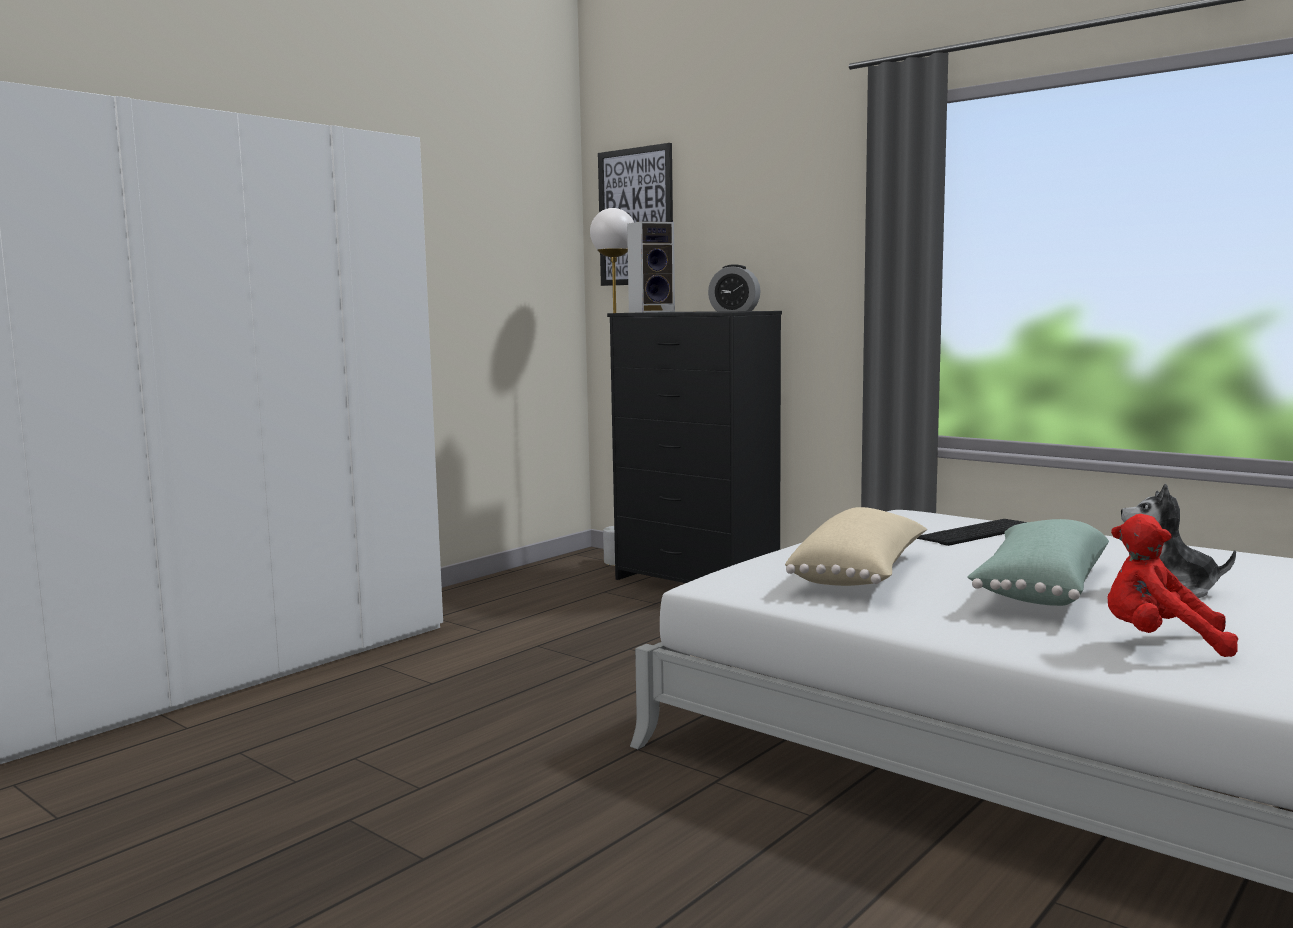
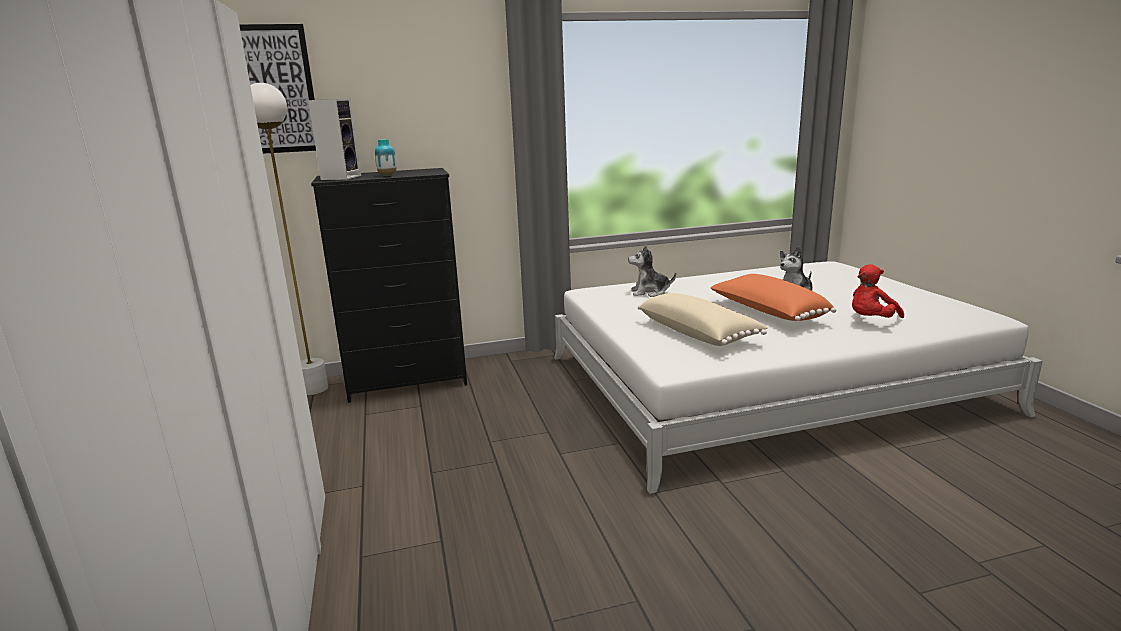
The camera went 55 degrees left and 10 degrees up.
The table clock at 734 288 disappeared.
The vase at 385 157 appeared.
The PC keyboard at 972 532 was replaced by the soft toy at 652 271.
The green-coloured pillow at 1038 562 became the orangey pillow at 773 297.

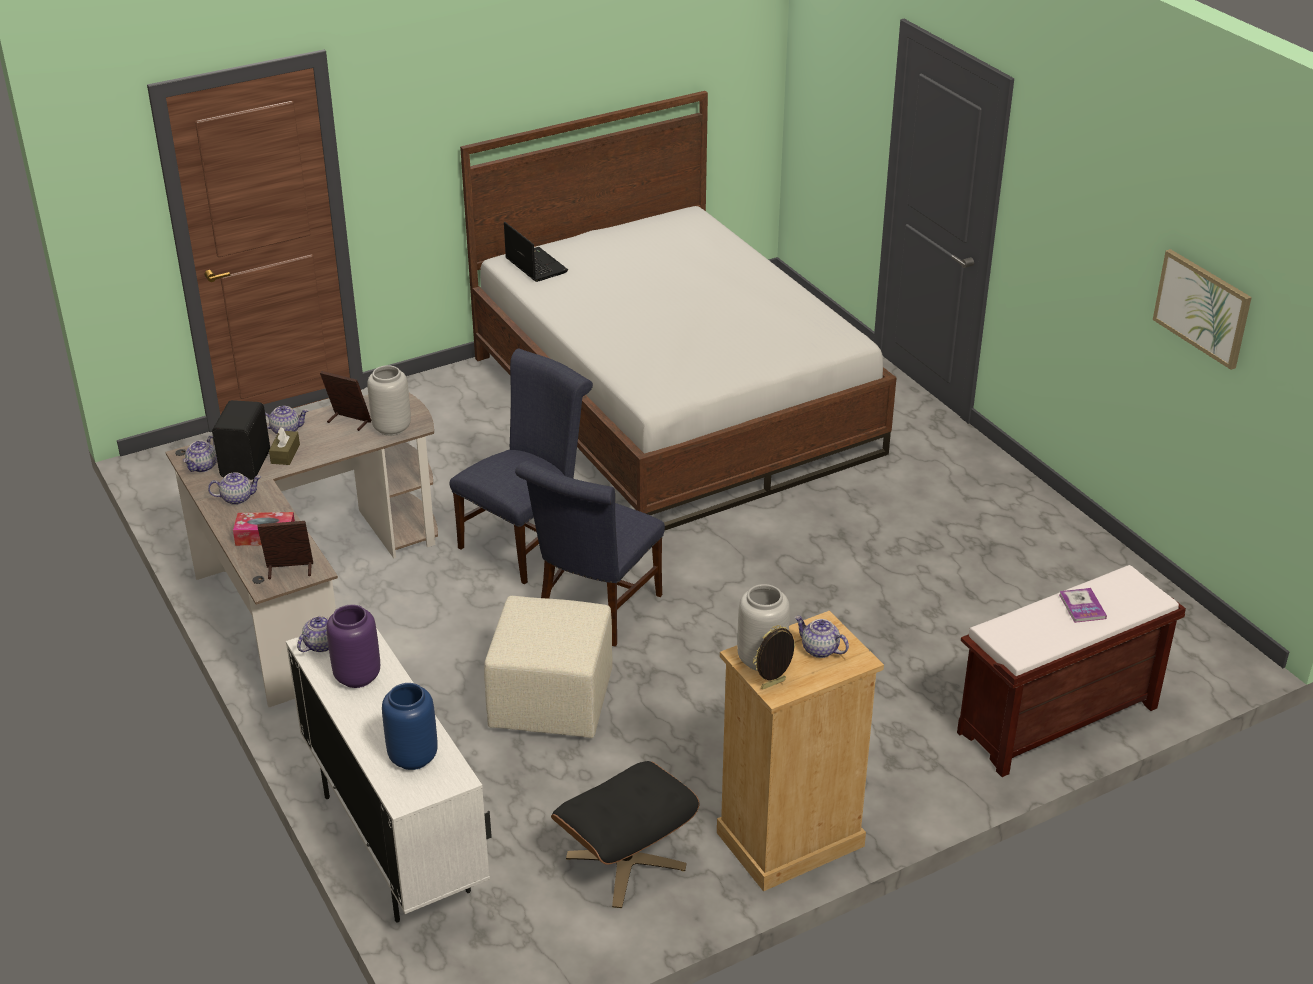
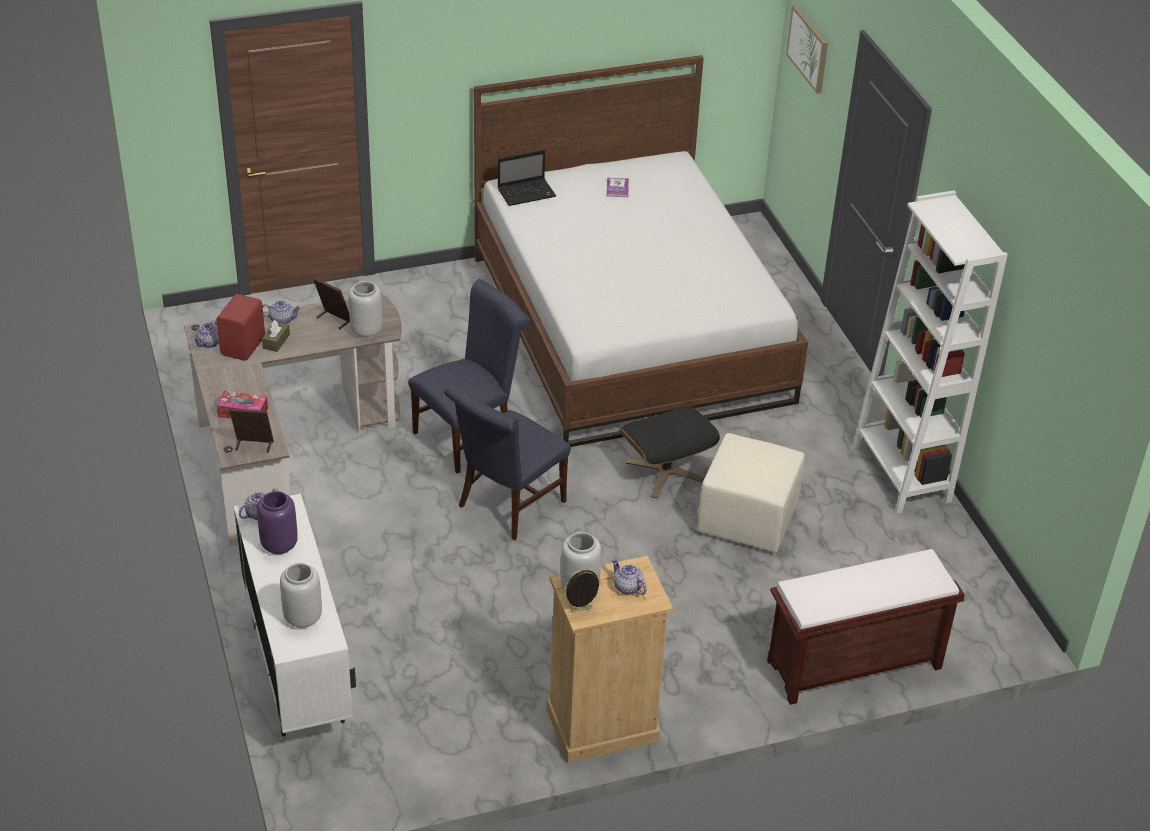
The camera went 10 degrees right and 5 degrees up.
The pot for tea at 234 488 disappeared.
The white bookcase at 930 352 appeared.
The beige-coloured pouffe moved from 548 667 to 751 493.
The black-coloured pouffe moved from 625 834 to 669 452.
The volume moved from 1083 605 to 617 187.
The picture moved from 1202 309 to 807 49.
The black-coloured loudspeaker at 241 440 became the reddish loudspeaker at 240 327.
The blue vase at 410 726 became the gray vase at 301 595.
The portable computer at 536 252 turned 90 degrees clockwise.

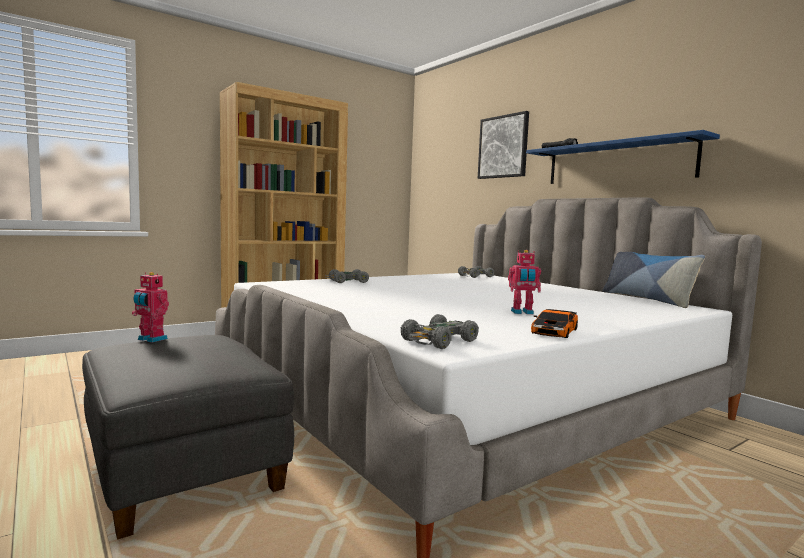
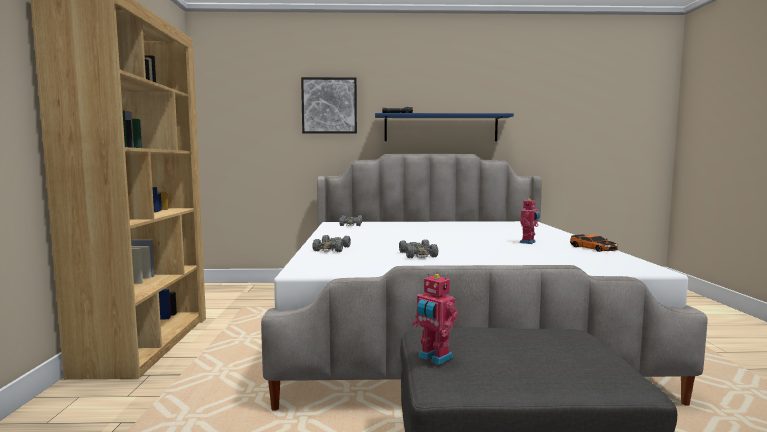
The camera went 55 degrees left and 0 degrees up.
The pillow at 653 280 disappeared.
The gray model car moved from 440 331 to 418 249.
The model robot at 150 307 turned 75 degrees clockwise.

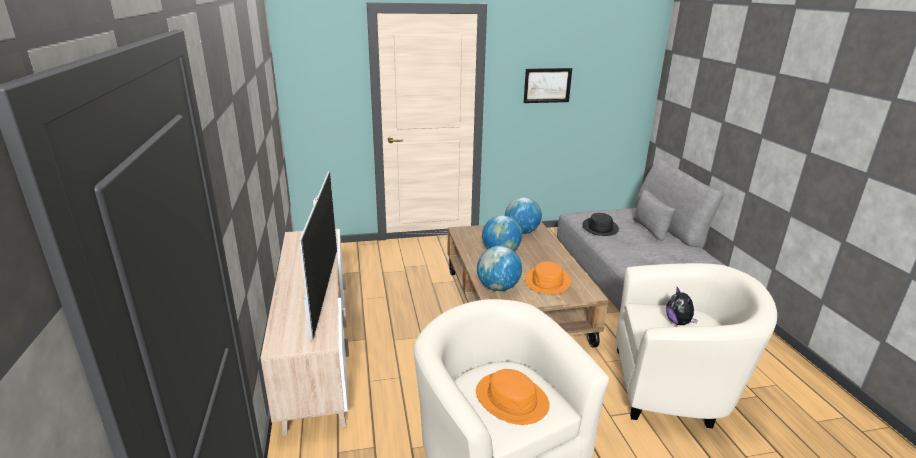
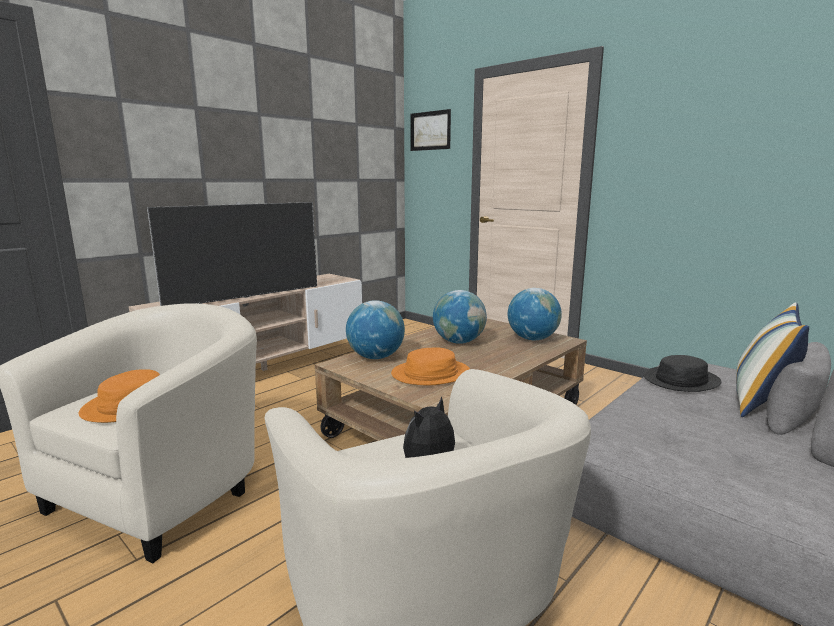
The camera went 55 degrees right and 10 degrees down.
The pillow at 772 359 appeared.
The picture moved from 548 85 to 430 130.

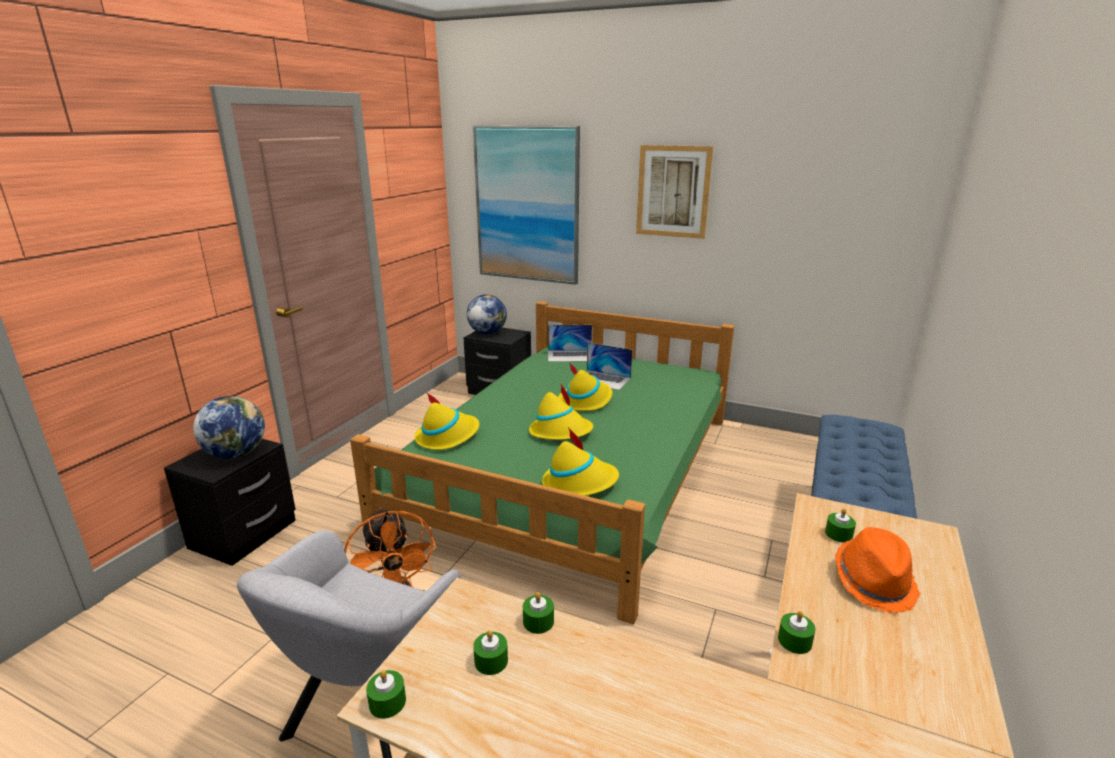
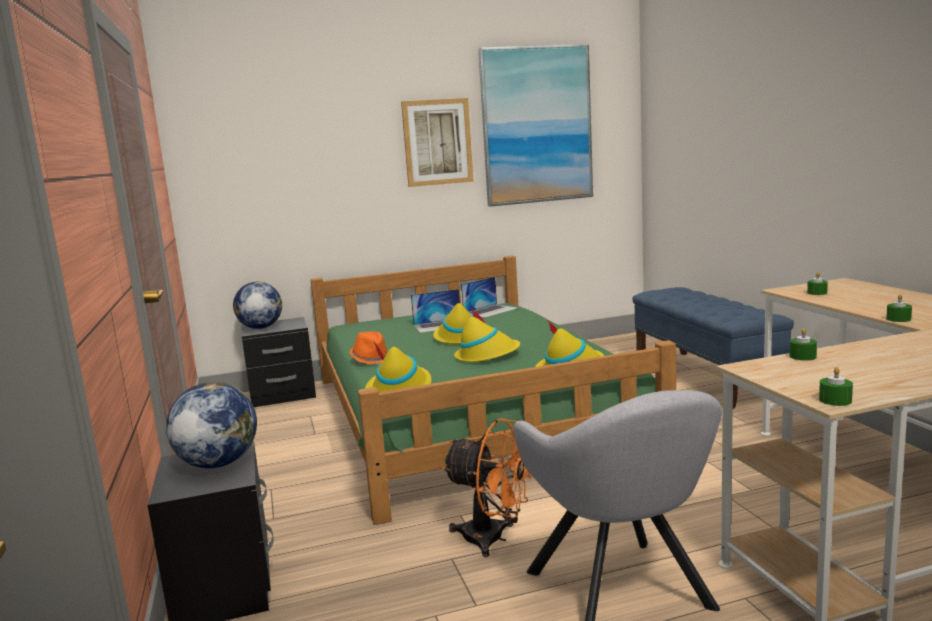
The camera went 40 degrees left and 10 degrees down.
The green-coloured wax candle at 490 652 disappeared.
The picture moved from 526 205 to 535 125.
The portable computer moved from 570 343 to 489 297.
The orangey wearable hat moved from 878 570 to 369 348.

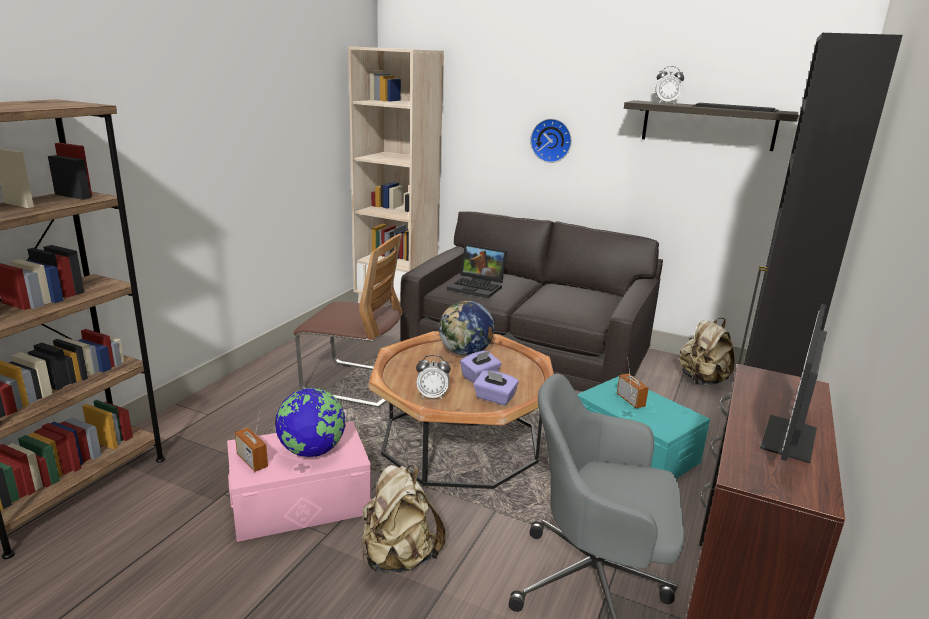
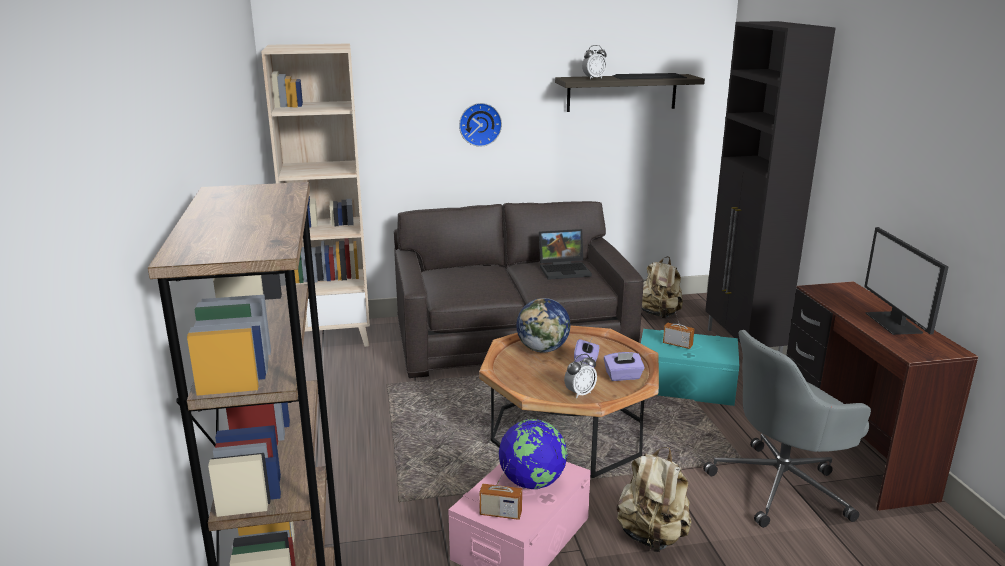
The camera went 35 degrees left and 0 degrees up.
The plain chair at 348 320 disappeared.
The portable computer moved from 477 271 to 565 254.

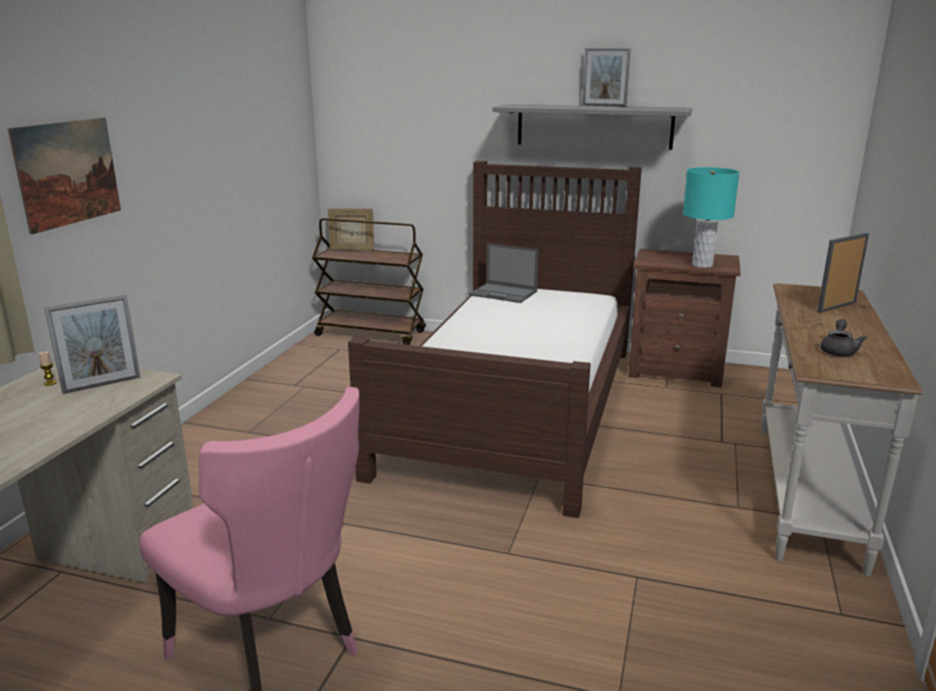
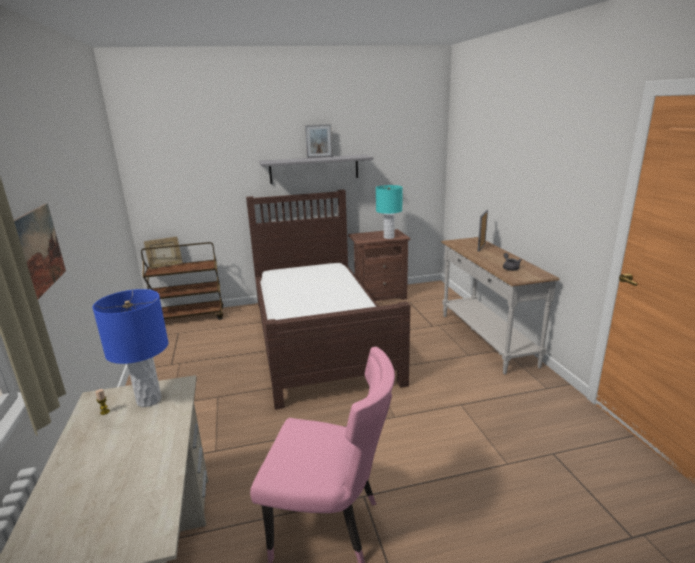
The camera went 30 degrees left and 0 degrees up.
The portable computer at 504 273 disappeared.
The standing frame at 92 344 was replaced by the blue tabletop lamp at 130 348.

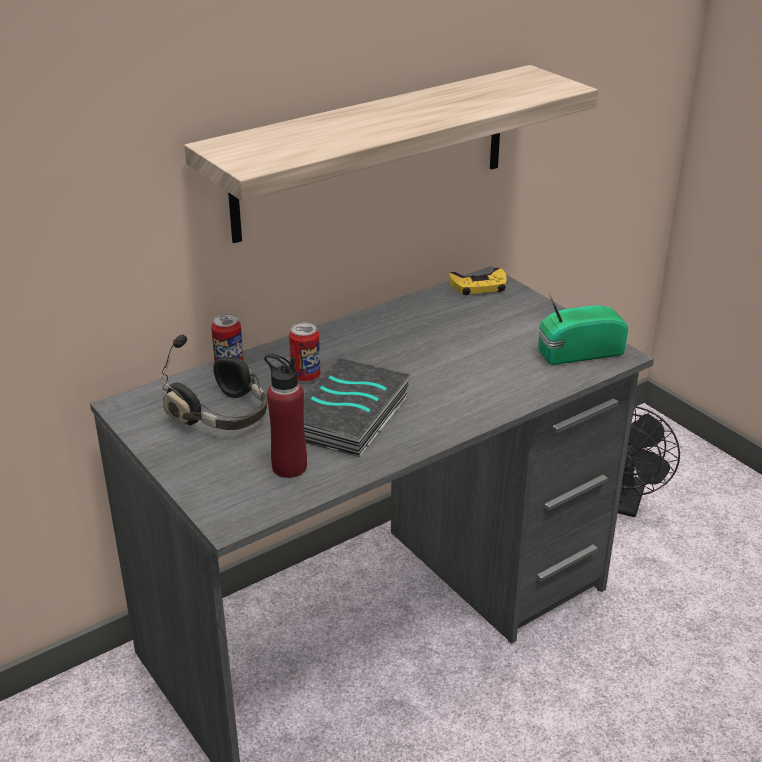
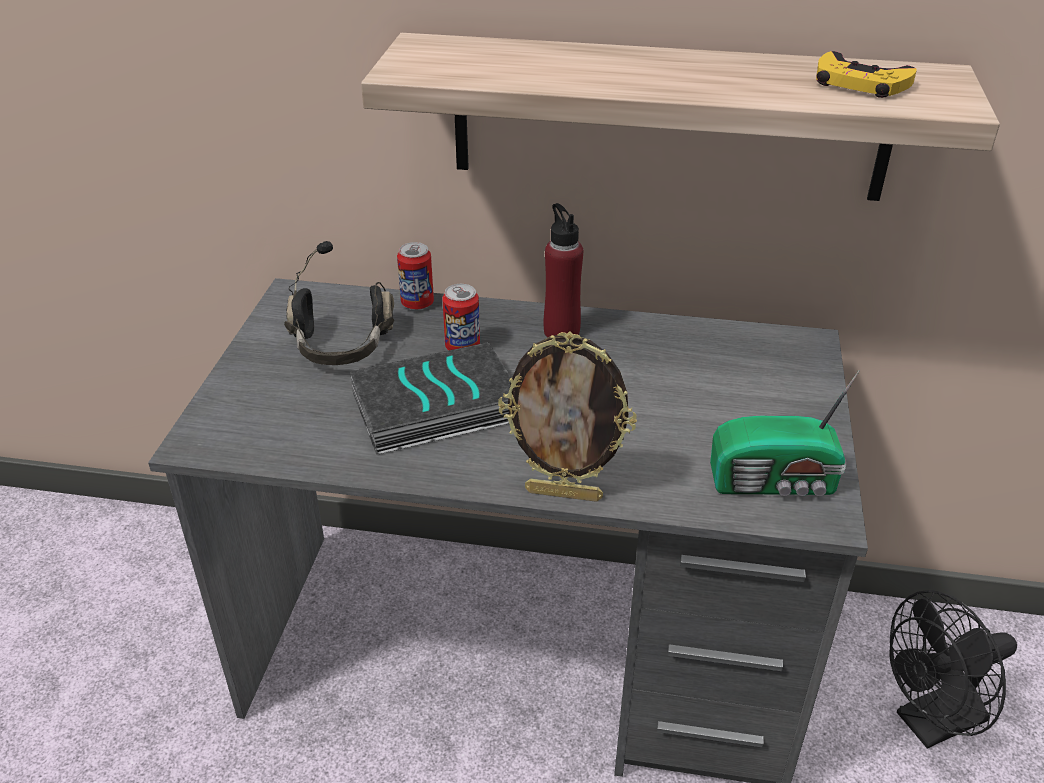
The camera went 45 degrees right and 5 degrees up.
The standing frame at 567 417 appeared.
The reddish beverage bottle moved from 285 416 to 563 270.
The yellow game controller moved from 478 281 to 866 74.
The radio receiver at 583 329 turned 150 degrees clockwise.

